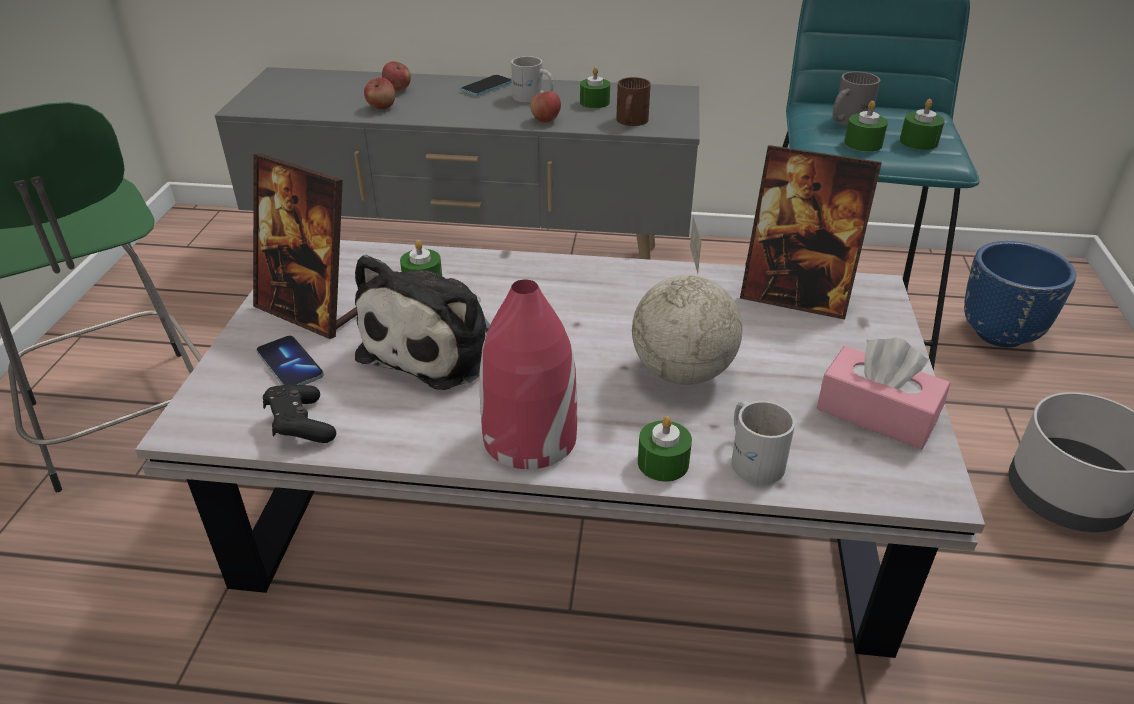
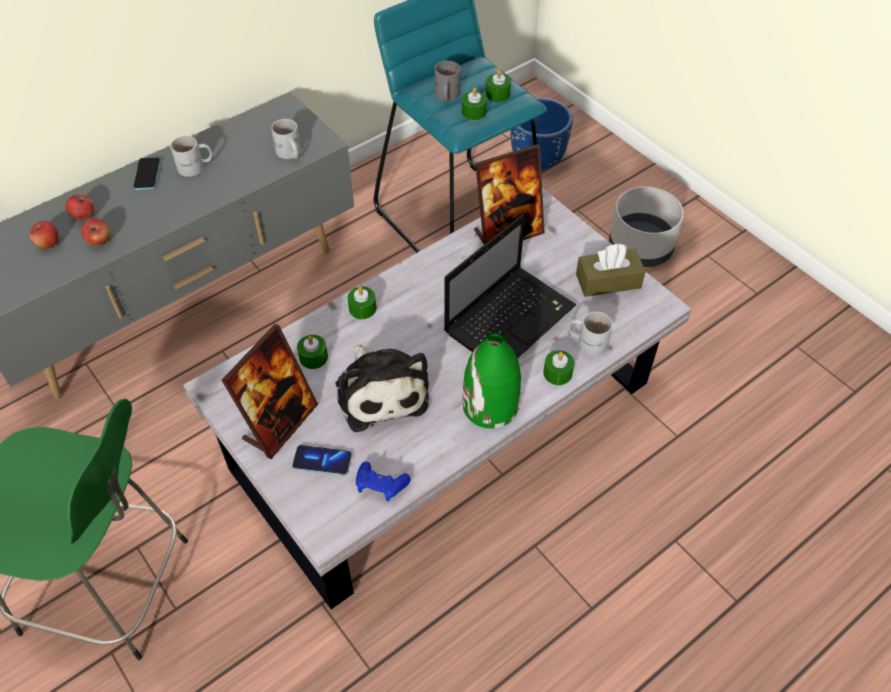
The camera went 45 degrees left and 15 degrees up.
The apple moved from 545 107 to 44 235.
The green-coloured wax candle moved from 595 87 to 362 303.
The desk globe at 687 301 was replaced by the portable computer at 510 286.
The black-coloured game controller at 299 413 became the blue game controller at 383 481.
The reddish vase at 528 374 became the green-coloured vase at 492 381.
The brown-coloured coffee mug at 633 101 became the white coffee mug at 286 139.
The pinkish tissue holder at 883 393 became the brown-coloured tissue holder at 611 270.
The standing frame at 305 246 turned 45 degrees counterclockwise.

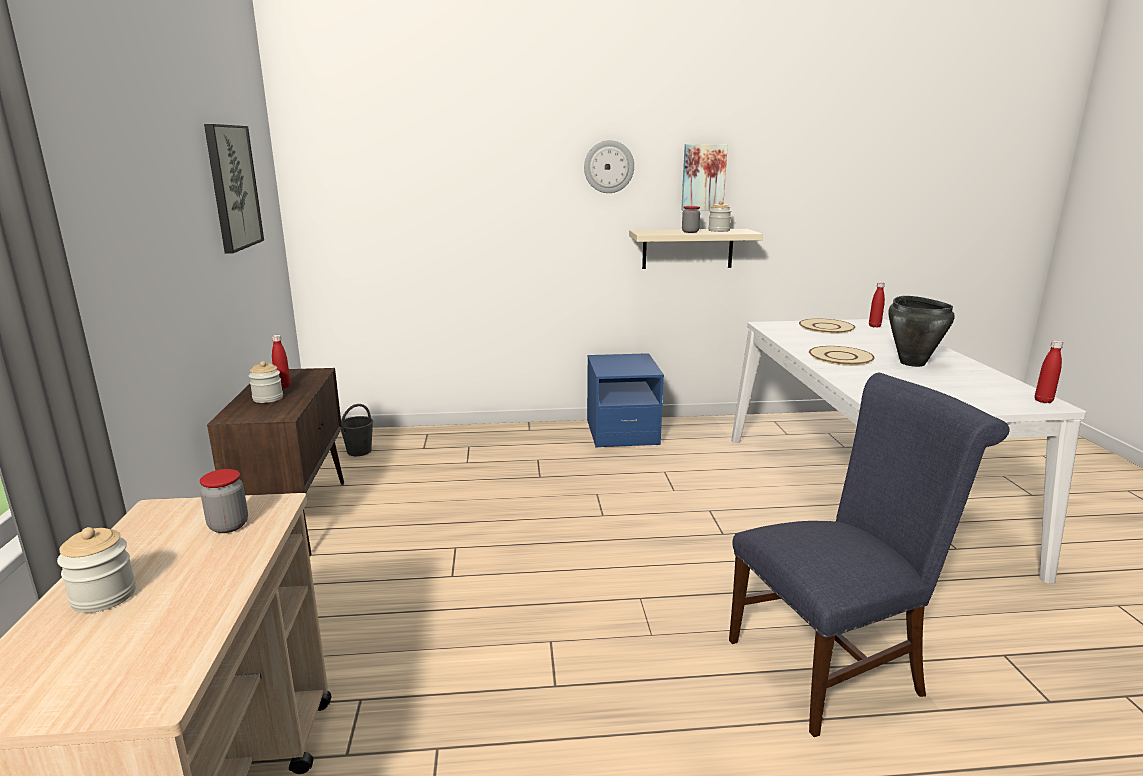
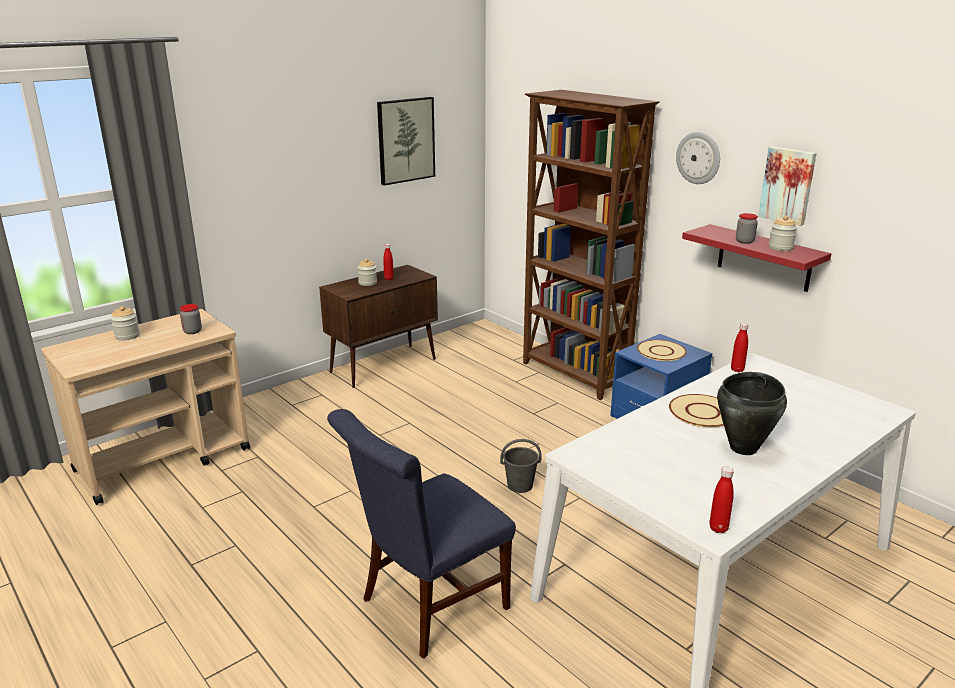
The camera went 55 degrees right and 5 degrees up.
The brown-coloured bookcase at 591 245 appeared.
The gray pail moved from 357 430 to 521 466.
The beige-coloured plate moved from 827 326 to 662 350.
The reddish beverage bottle moved from 877 305 to 739 347.
The beige-coloured bracket shelf at 696 249 became the reddish bracket shelf at 756 258.
The blue plain chair at 869 555 turned 105 degrees clockwise.

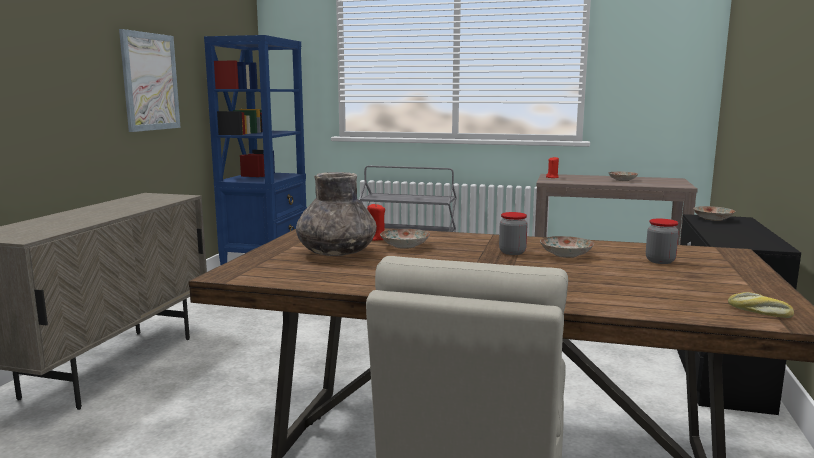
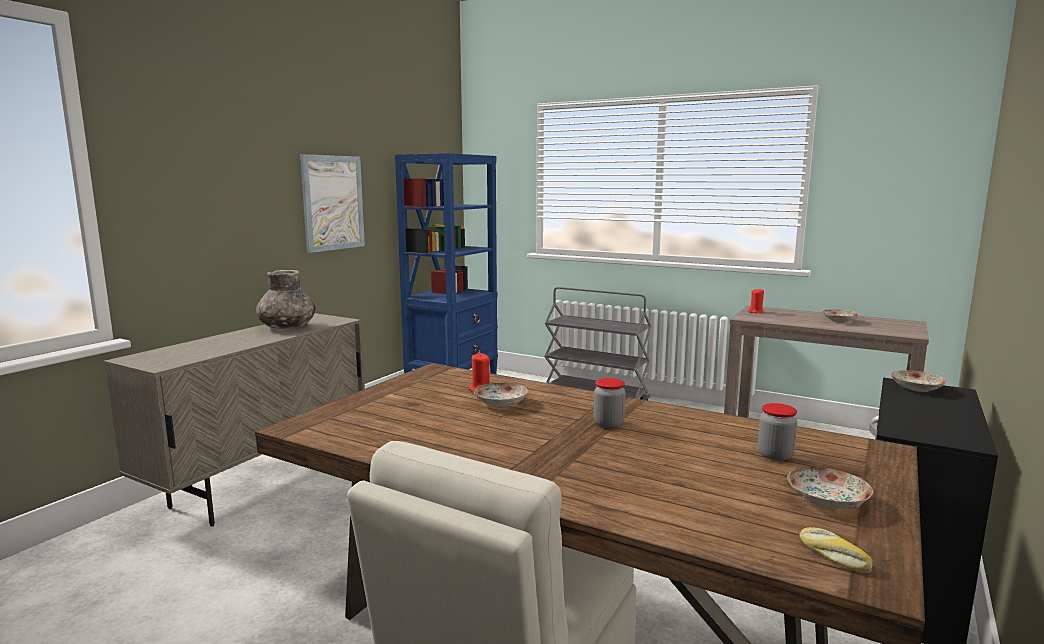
The camera went 15 degrees right and 0 degrees up.
The gray vase moved from 336 214 to 286 299.
The plate moved from 567 247 to 830 488.

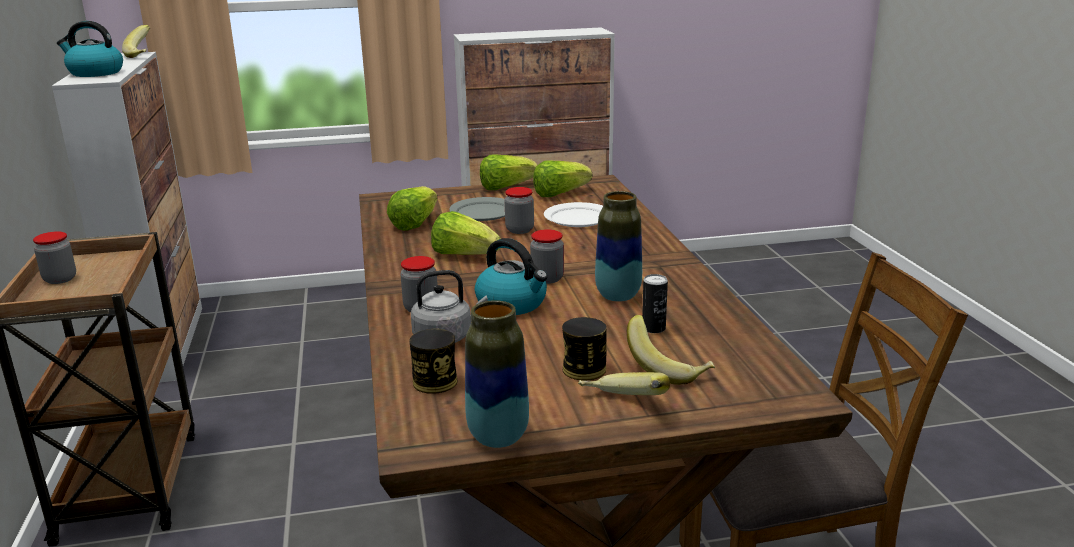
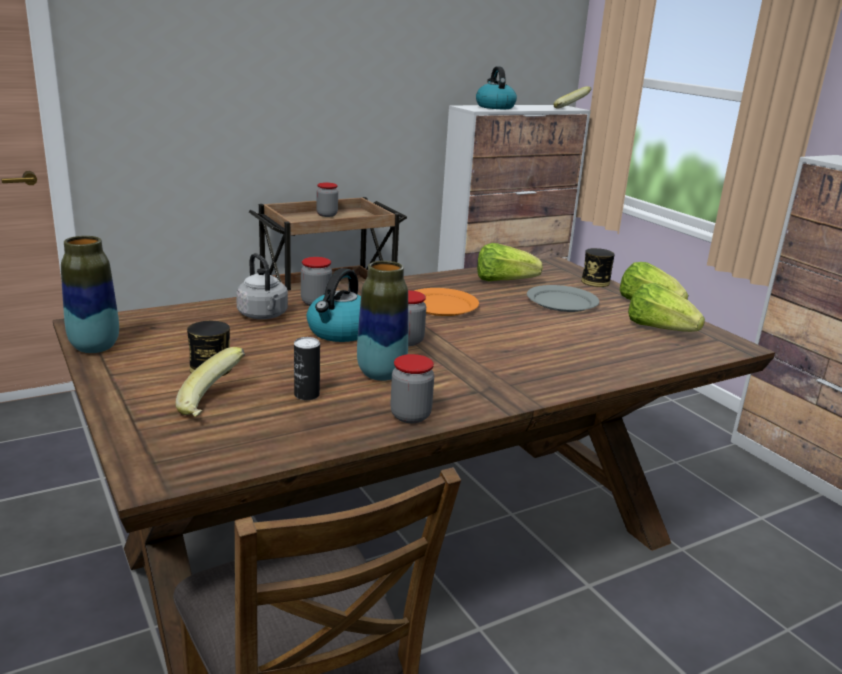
The camera went 70 degrees right and 0 degrees up.
The white plate at 573 214 disappeared.
The whole banana at 624 383 disappeared.
The metal can moved from 433 361 to 598 267.
The preserve jar moved from 519 210 to 412 388.
The lettuce head at 466 233 was replaced by the orangey plate at 446 302.

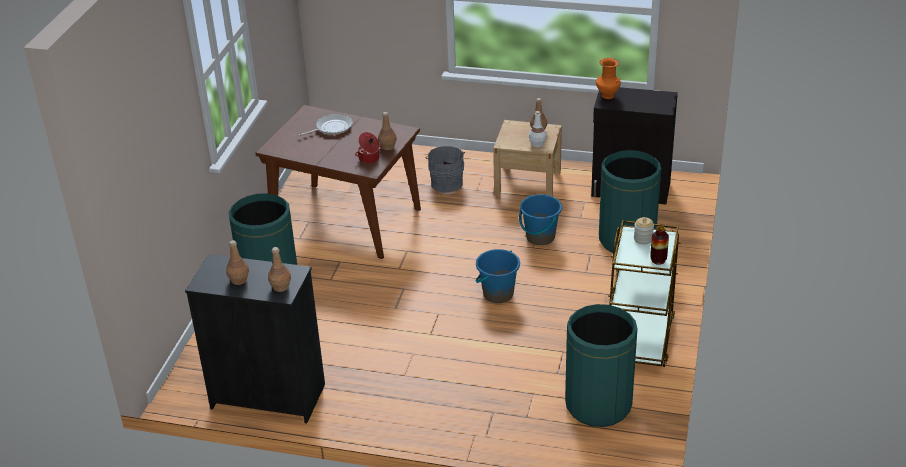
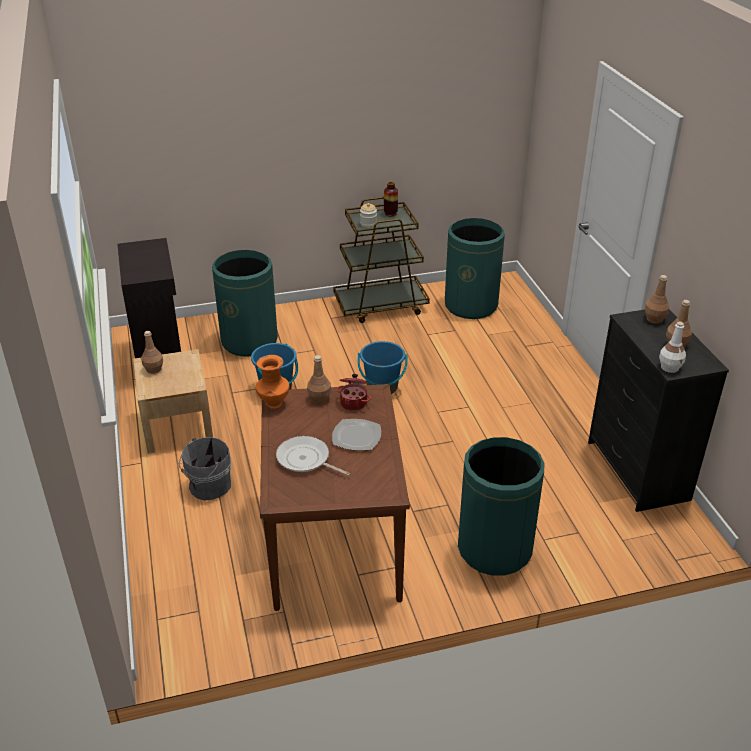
The camera went 120 degrees left and 0 degrees up.
The plate at 356 434 appeared.
The white beverage bottle moved from 537 129 to 672 347.
The orangey vase moved from 608 78 to 272 382.

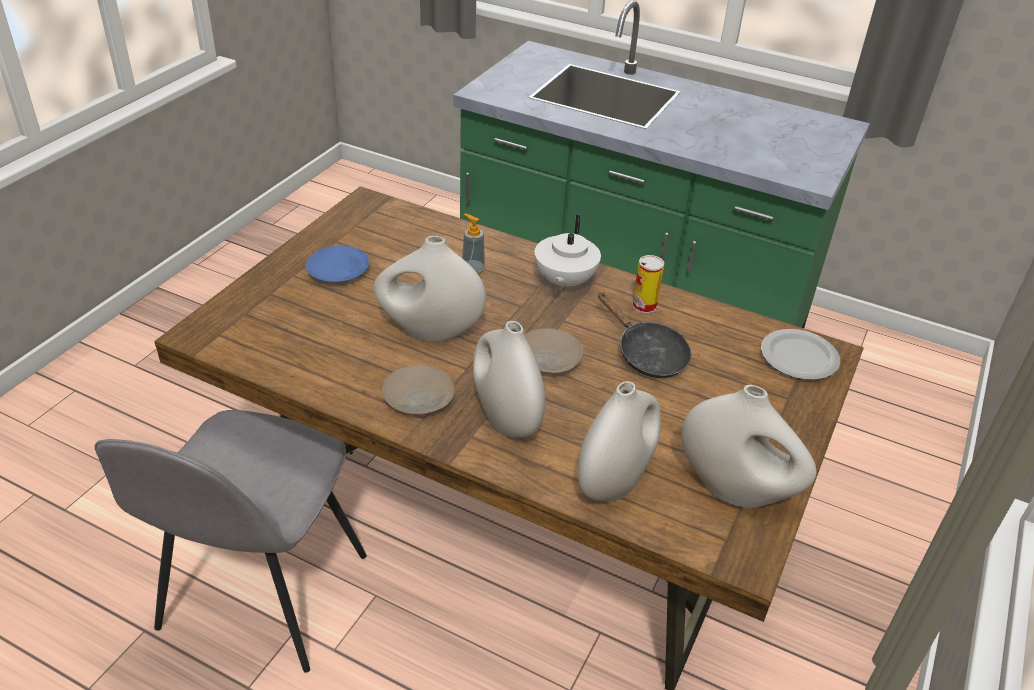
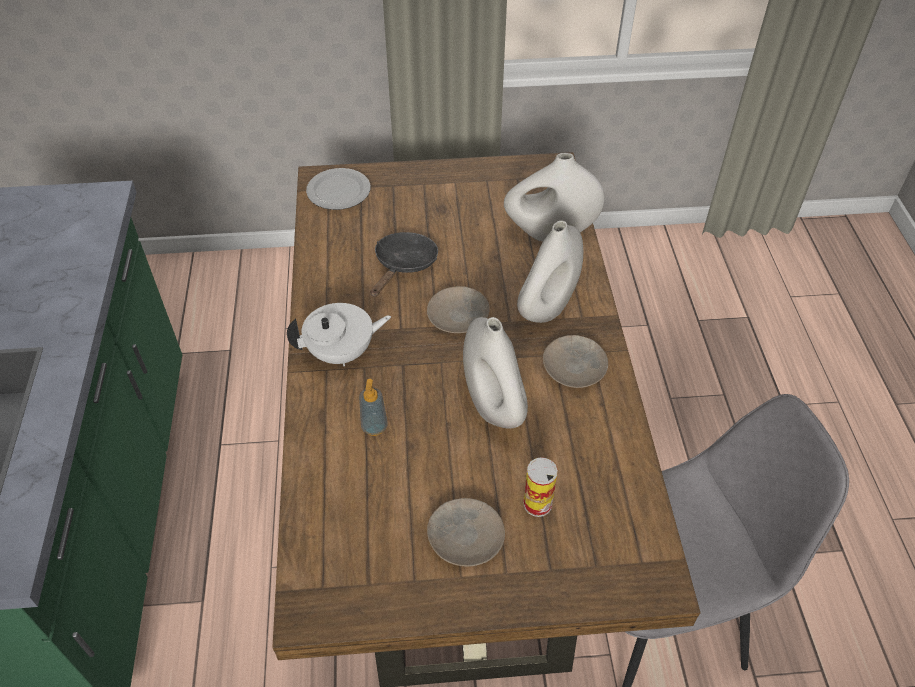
The camera went 120 degrees left and 10 degrees up.
The white vase at 749 446 disappeared.
The metal can moved from 648 284 to 540 487.
The blue plate at 337 264 became the beige-coloured plate at 466 532.

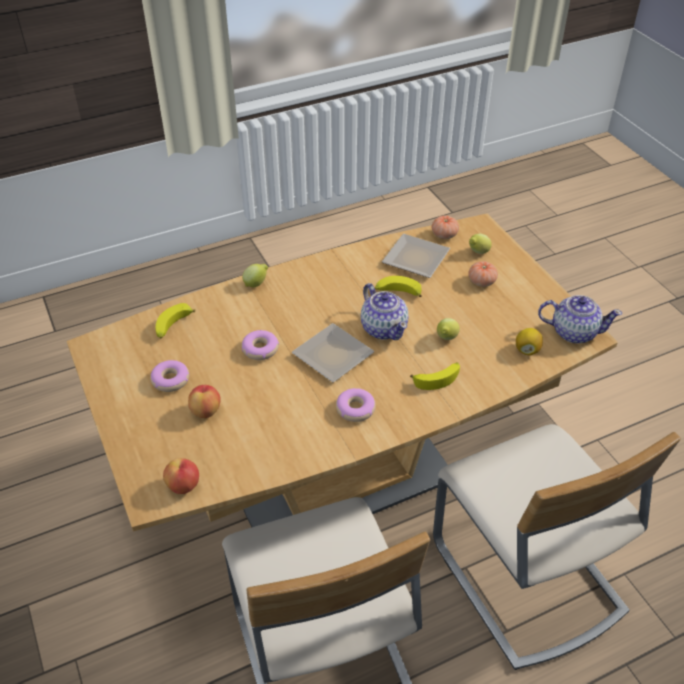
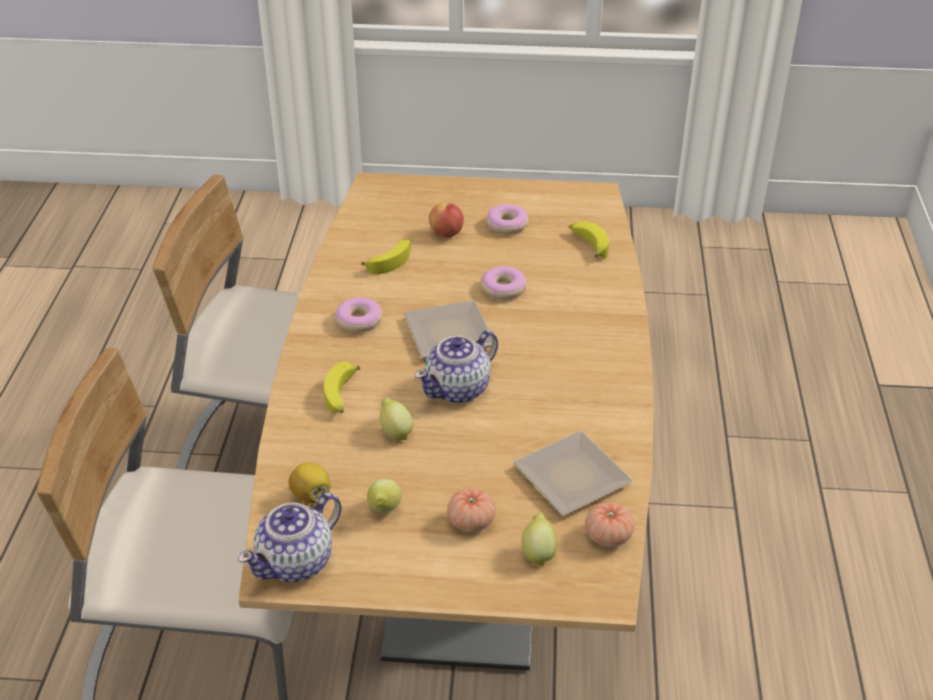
The camera went 120 degrees right and 5 degrees down.
The apple at 181 476 disappeared.
The whole lemon moved from 255 275 to 384 496.
The whole banana moved from 398 286 to 386 256.
The pot for tea at 384 311 turned 45 degrees counterclockwise.

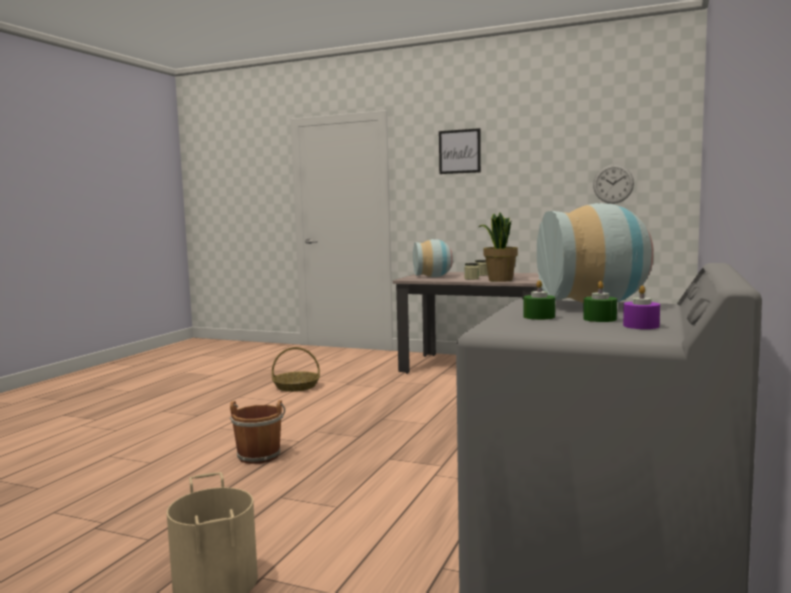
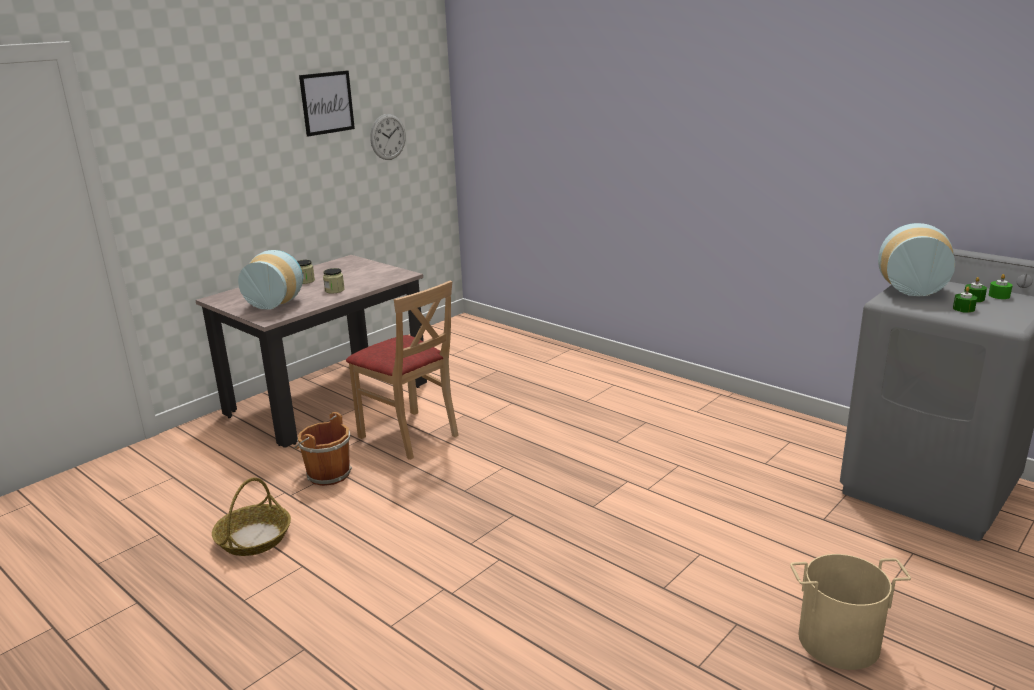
The camera went 70 degrees left and 15 degrees up.
The houseplant at 498 247 disappeared.
The beige-coloured plain chair at 402 370 appeared.
The brown-coloured pail moved from 257 432 to 323 449.
The picture moved from 460 151 to 327 103.
The purple wax candle at 641 307 became the green-coloured wax candle at 1001 286.

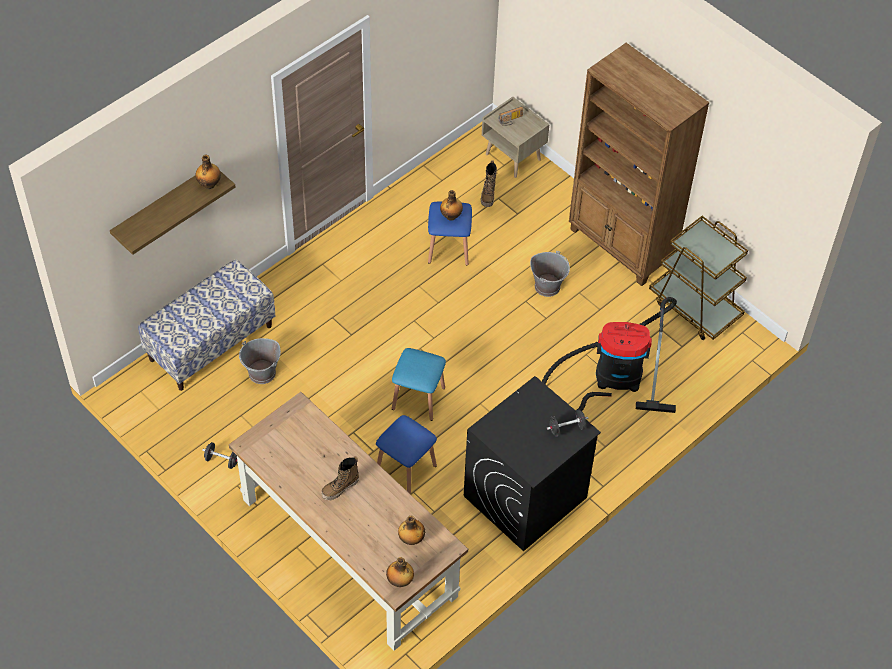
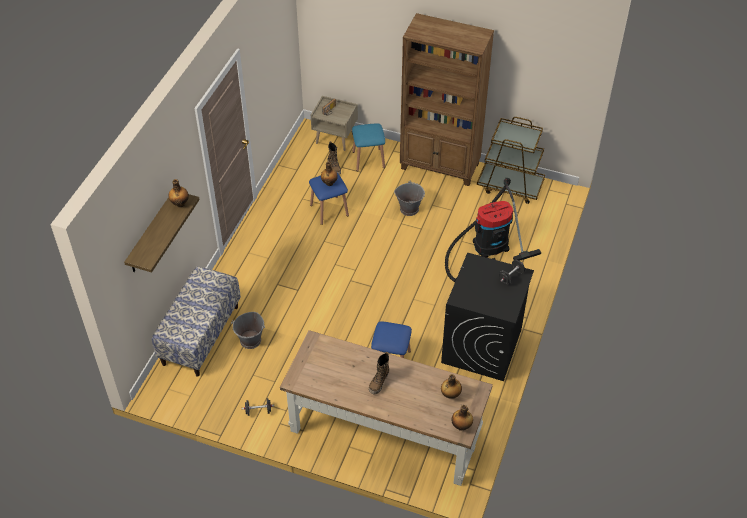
The camera went 25 degrees left and 5 degrees down.
The blue stool seat moved from 419 384 to 368 147.

